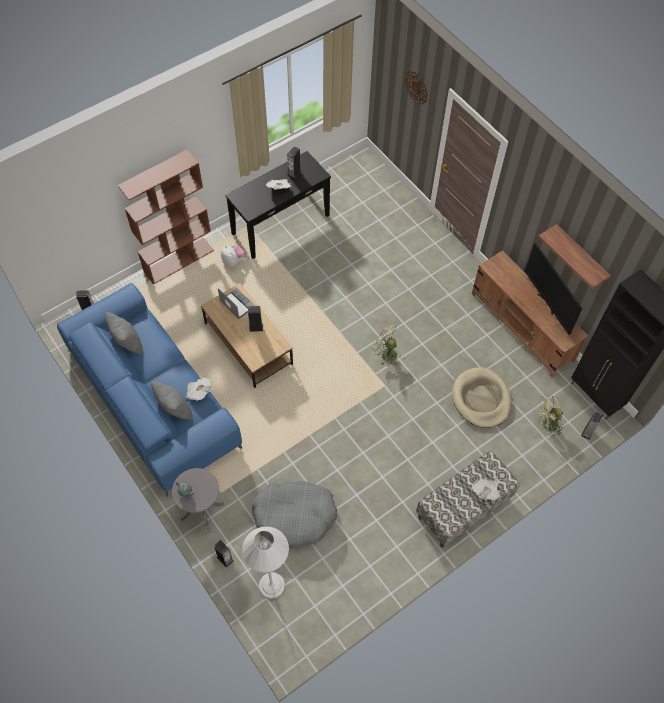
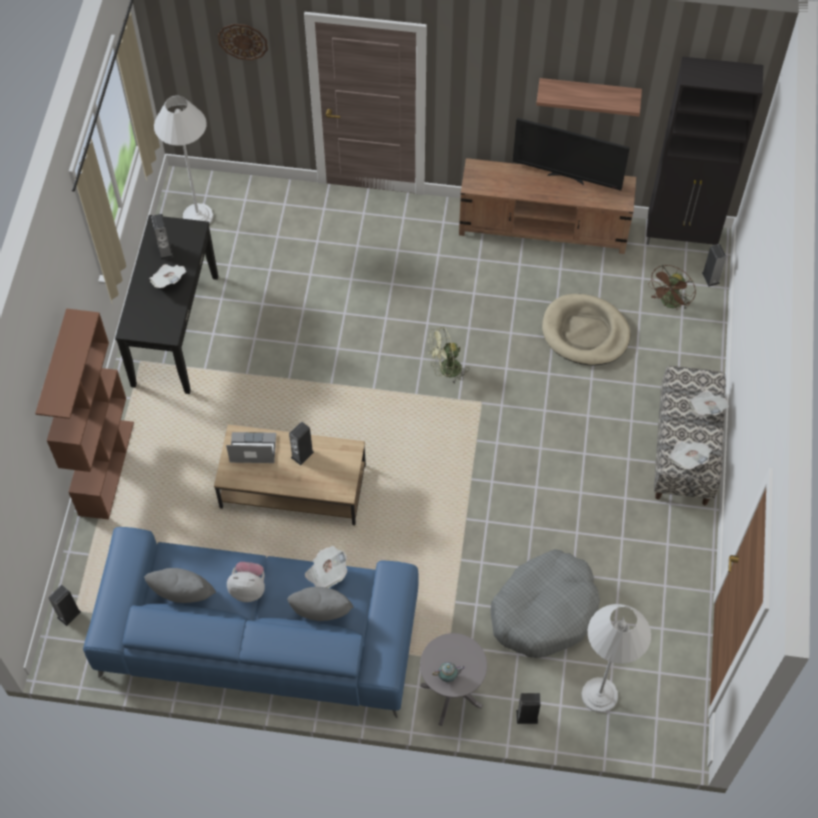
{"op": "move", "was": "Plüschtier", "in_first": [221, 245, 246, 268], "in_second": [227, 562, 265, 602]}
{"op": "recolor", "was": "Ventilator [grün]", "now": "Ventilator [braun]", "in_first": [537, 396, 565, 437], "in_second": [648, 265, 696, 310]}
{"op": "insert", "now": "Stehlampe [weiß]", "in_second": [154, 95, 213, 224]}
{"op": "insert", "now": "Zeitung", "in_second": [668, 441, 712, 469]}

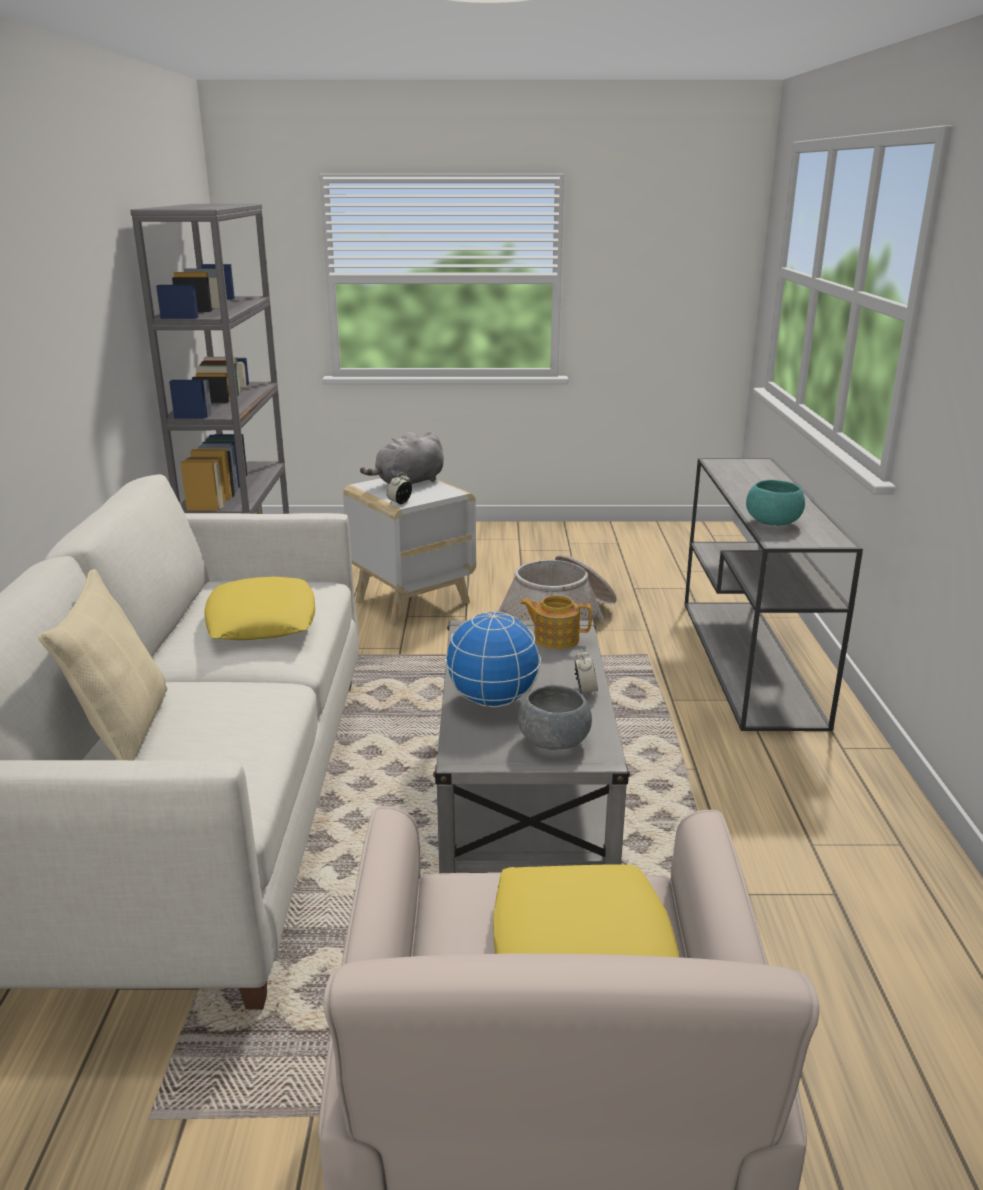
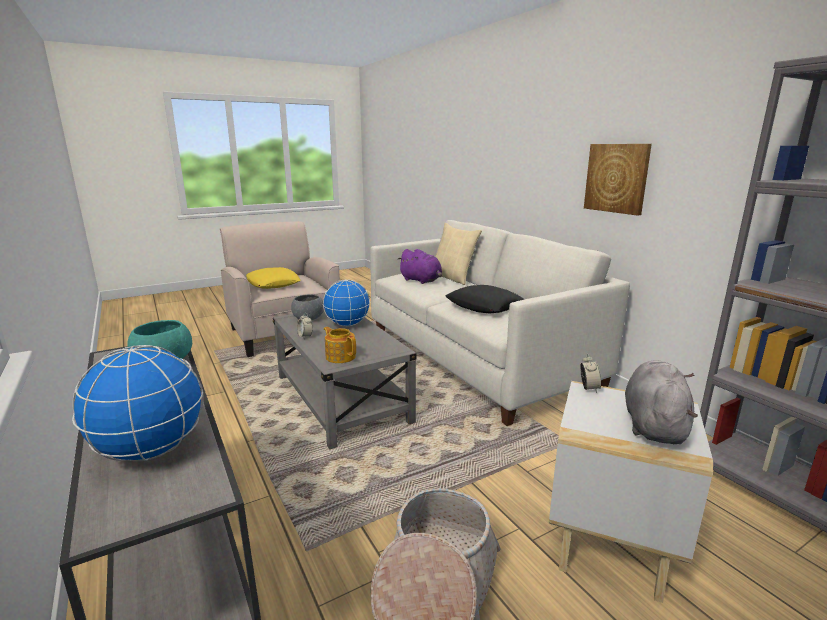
{"op": "recolor", "was": "Kissen [gelb]", "now": "Kissen [schwarz]", "in_first": [205, 577, 315, 640], "in_second": [445, 285, 525, 314]}
{"op": "rotate", "was": "Teekanne", "in_first": [520, 595, 592, 649], "in_second": [324, 327, 356, 363], "clockwise": -120}
{"op": "insert", "now": "Globus", "in_second": [72, 345, 204, 461]}
{"op": "insert", "now": "Plüschtier [lila]", "in_second": [397, 249, 442, 284]}
{"op": "insert", "now": "Bild", "in_second": [584, 144, 652, 216]}

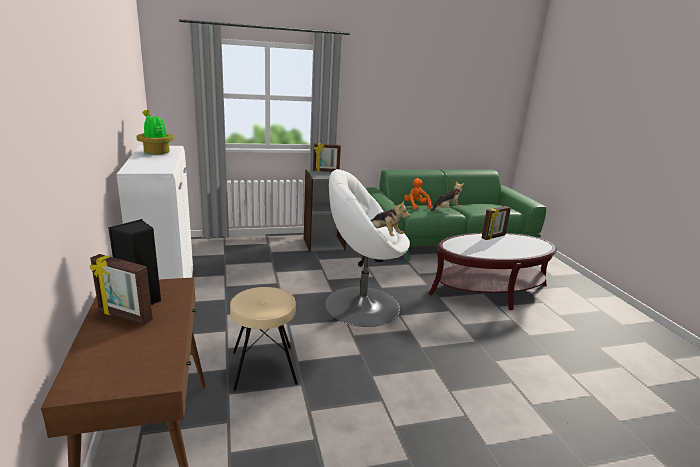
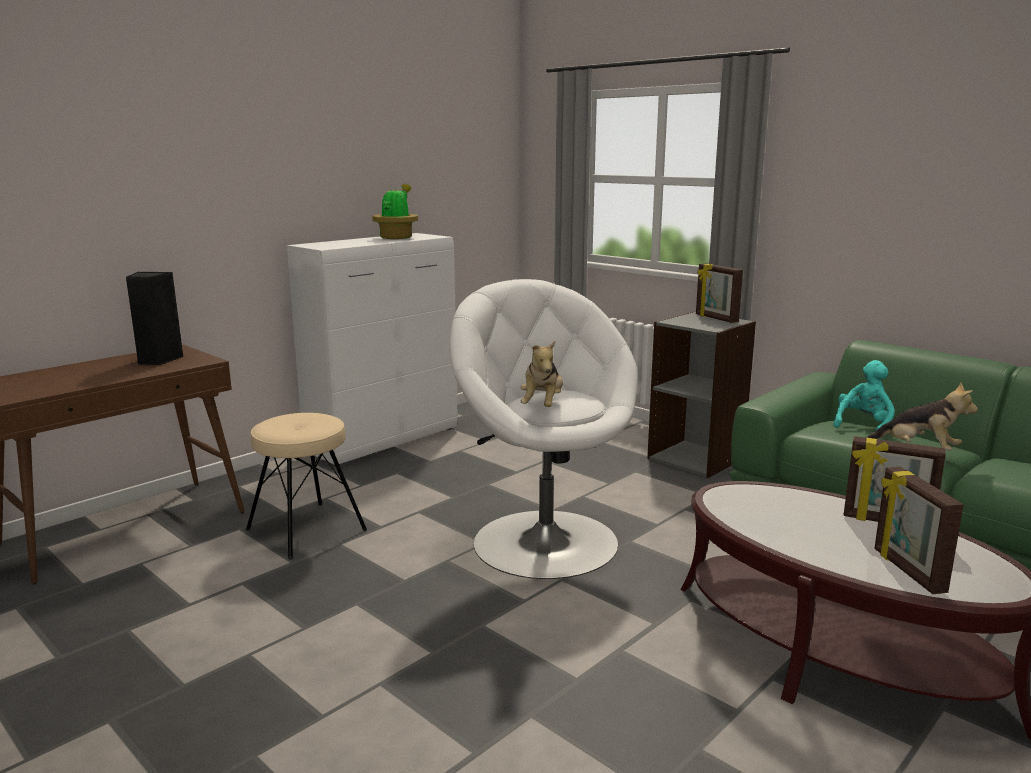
{"op": "move", "was": "Bilderrahmen", "in_first": [90, 254, 153, 325], "in_second": [875, 467, 964, 594]}
{"op": "recolor", "was": "Plüschtier [orange]", "now": "Plüschtier [türkis]", "in_first": [404, 178, 431, 210], "in_second": [833, 360, 895, 431]}

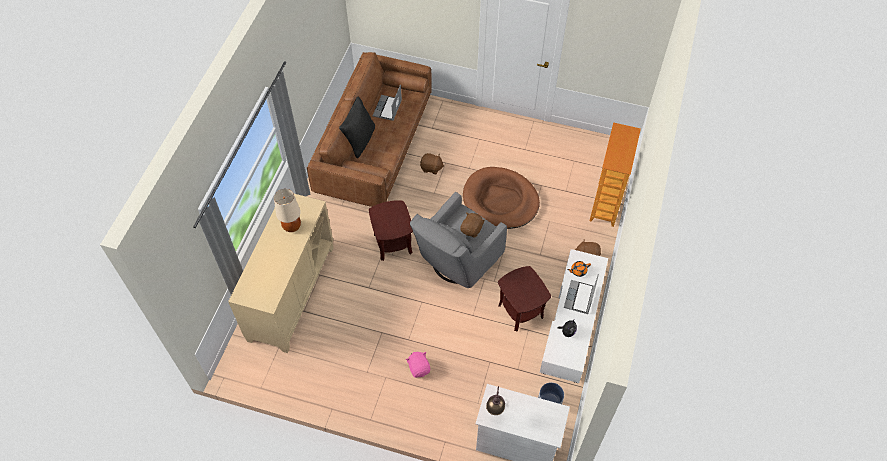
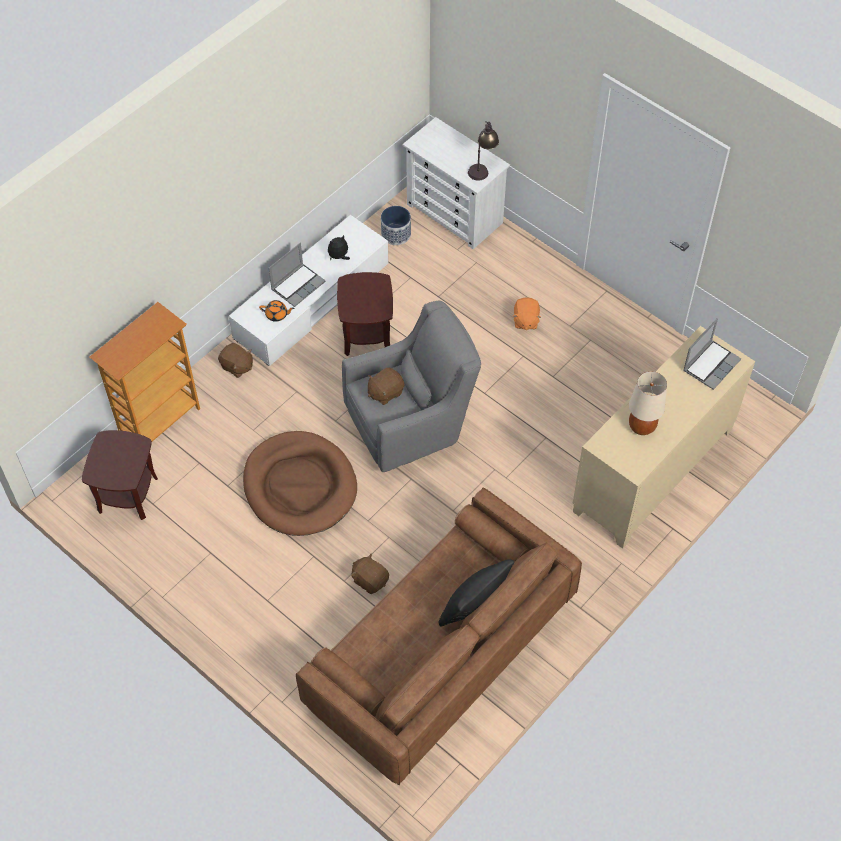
{"op": "move", "was": "Beistelltisch [braun]", "in_first": [369, 200, 413, 261], "in_second": [82, 430, 158, 520]}
{"op": "move", "was": "Laptop", "in_first": [373, 84, 402, 121], "in_second": [683, 318, 741, 390]}
{"op": "recolor", "was": "Plüschtier [rosa]", "now": "Plüschtier [orange]", "in_first": [406, 352, 430, 378], "in_second": [513, 298, 541, 330]}

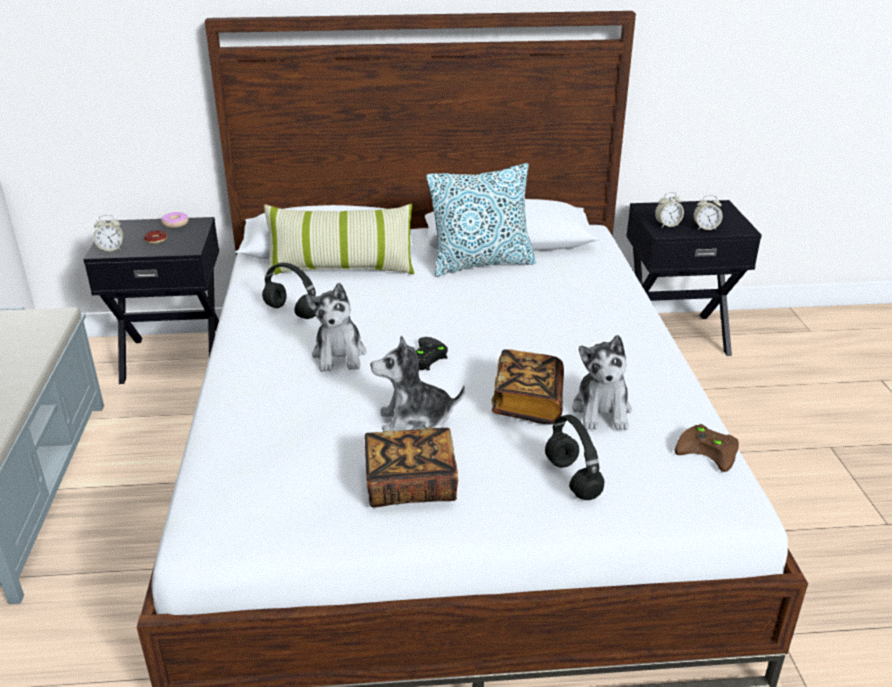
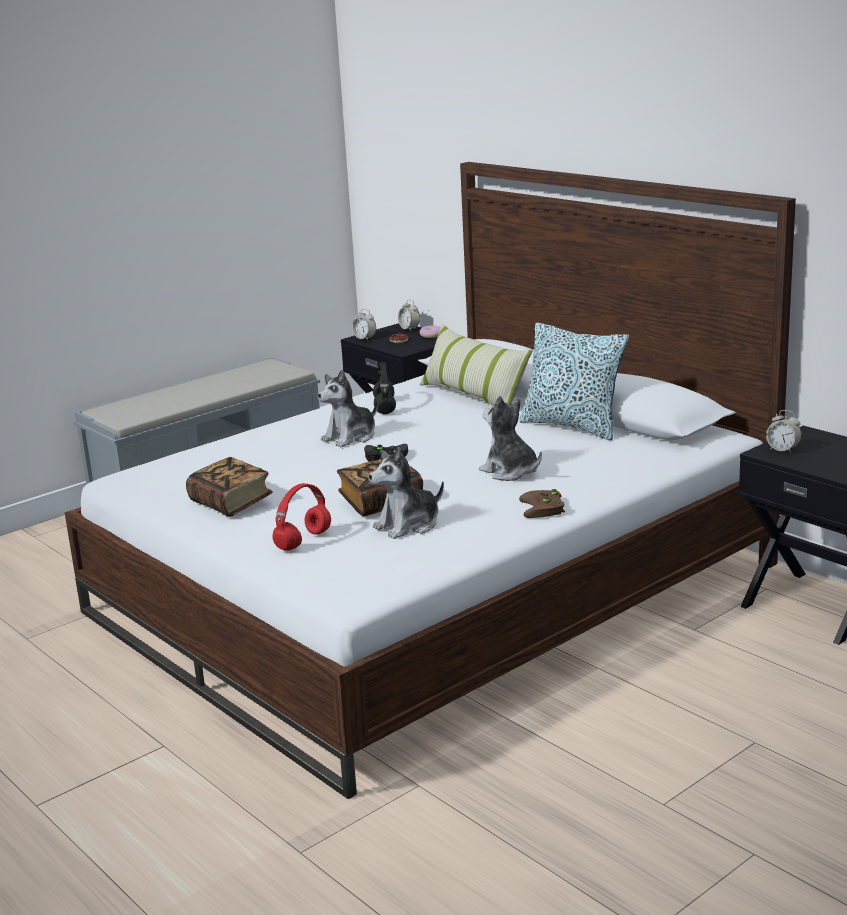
{"op": "move", "was": "Plüschtier", "in_first": [371, 336, 465, 432], "in_second": [479, 396, 542, 481]}
{"op": "recolor", "was": "Kopfhörer [schwarz]", "now": "Kopfhörer [rot]", "in_first": [545, 415, 604, 500], "in_second": [272, 483, 331, 551]}
{"op": "move", "was": "Gamepad [braun]", "in_first": [675, 424, 739, 472], "in_second": [519, 489, 565, 518]}
{"op": "move", "was": "Wecker", "in_first": [694, 195, 723, 230], "in_second": [398, 300, 420, 331]}

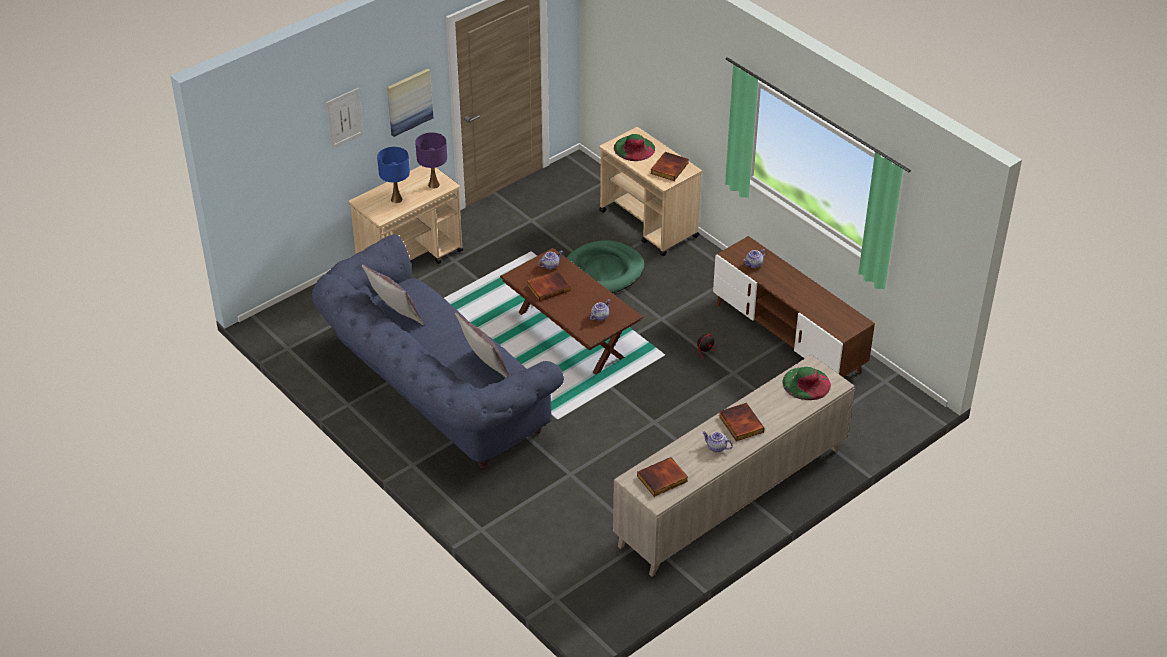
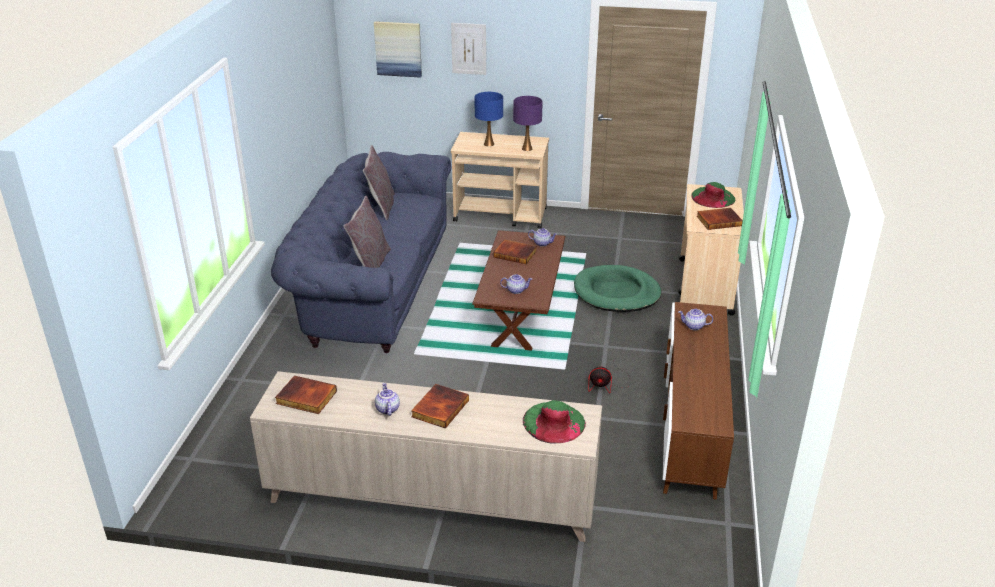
{"op": "move", "was": "Bild", "in_first": [387, 68, 433, 137], "in_second": [374, 21, 422, 78]}

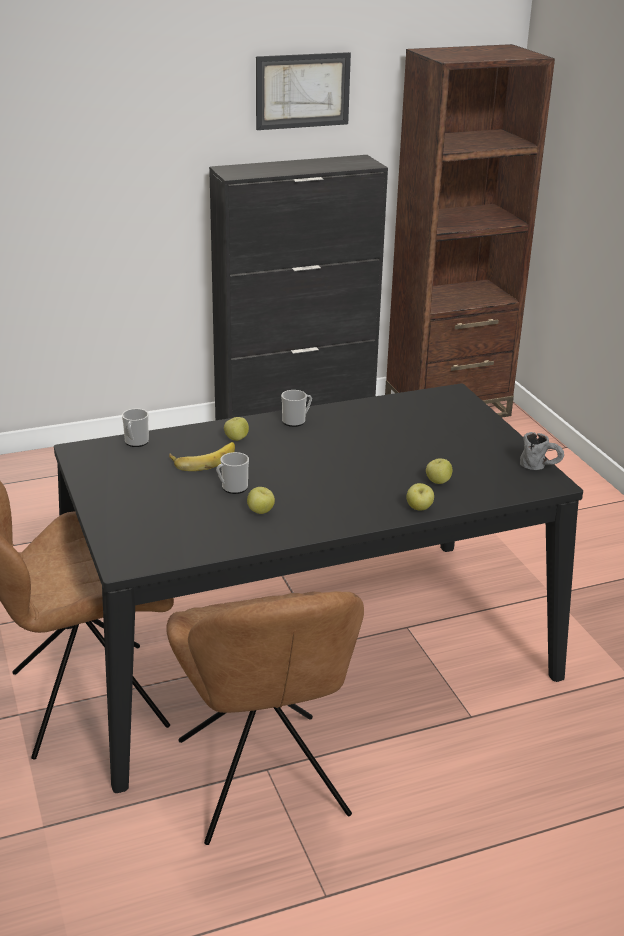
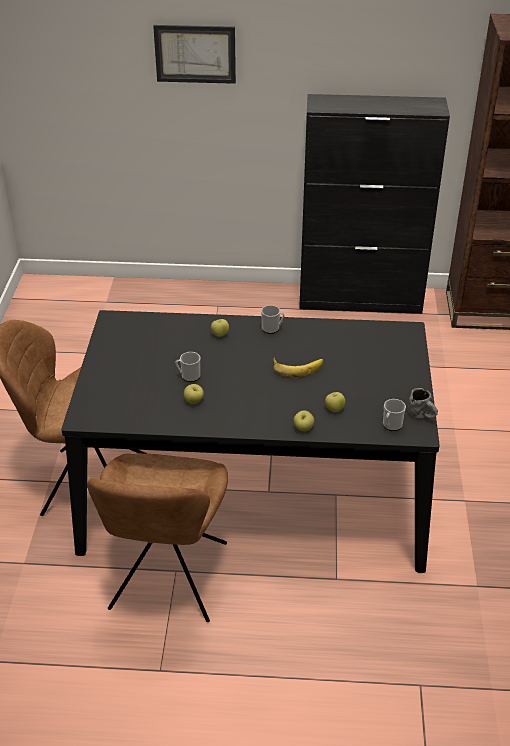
{"op": "move", "was": "Henkelbecher", "in_first": [122, 408, 149, 447], "in_second": [383, 399, 406, 431]}
{"op": "move", "was": "Banane", "in_first": [169, 442, 235, 471], "in_second": [273, 358, 323, 377]}
{"op": "move", "was": "Bild", "in_first": [256, 52, 351, 130], "in_second": [153, 25, 236, 84]}

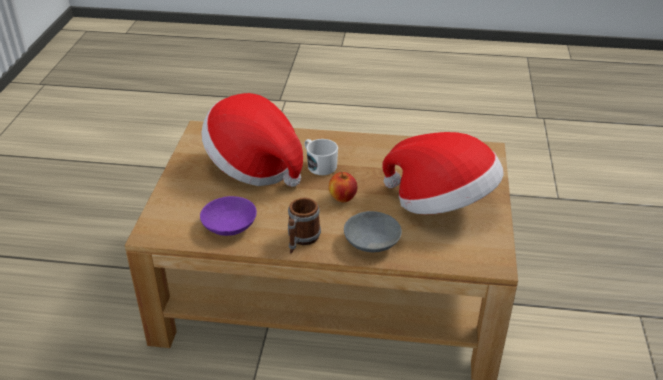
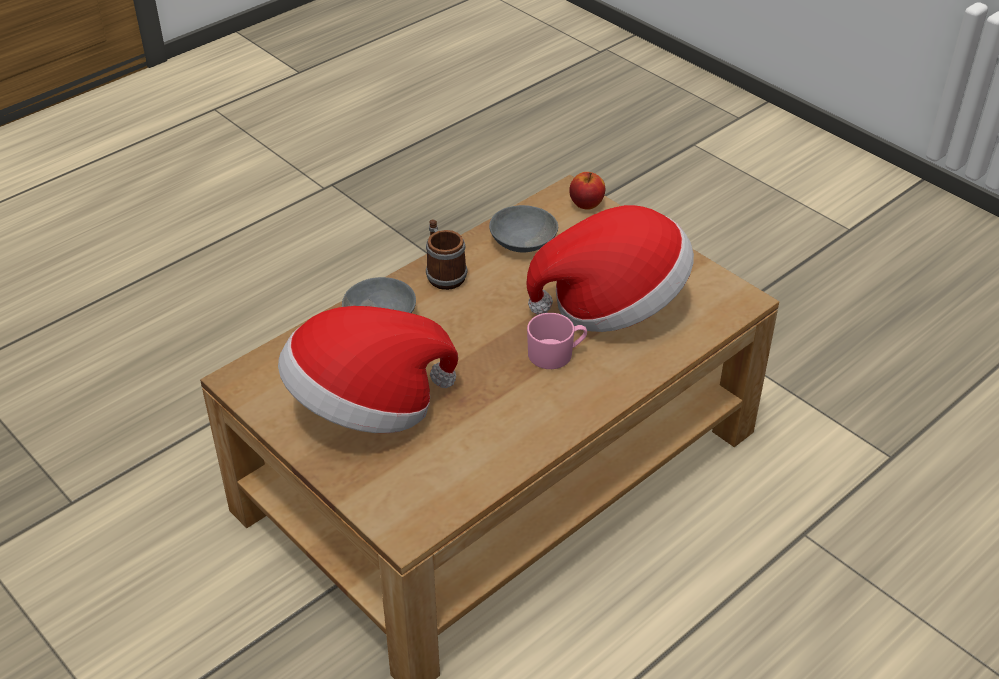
{"op": "recolor", "was": "Schüssel [lila]", "now": "Schüssel [grau]", "in_first": [200, 196, 257, 236], "in_second": [489, 205, 558, 253]}
{"op": "recolor", "was": "Henkelbecher [weiß]", "now": "Henkelbecher [rosa]", "in_first": [305, 139, 338, 175], "in_second": [527, 313, 587, 369]}
{"op": "move", "was": "Apfel", "in_first": [329, 172, 358, 202], "in_second": [569, 172, 605, 210]}

